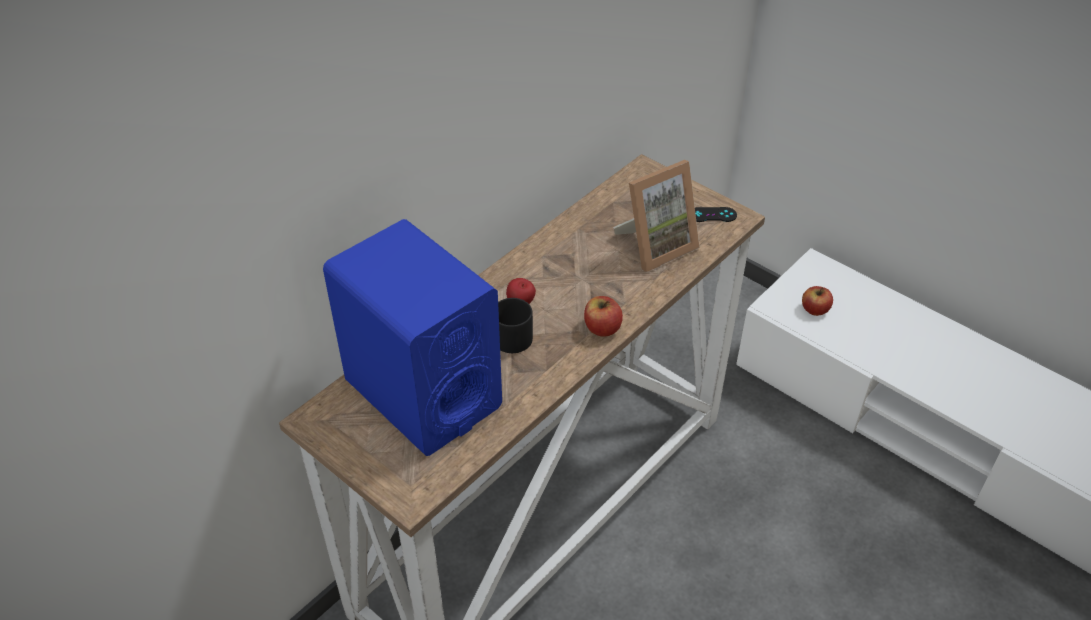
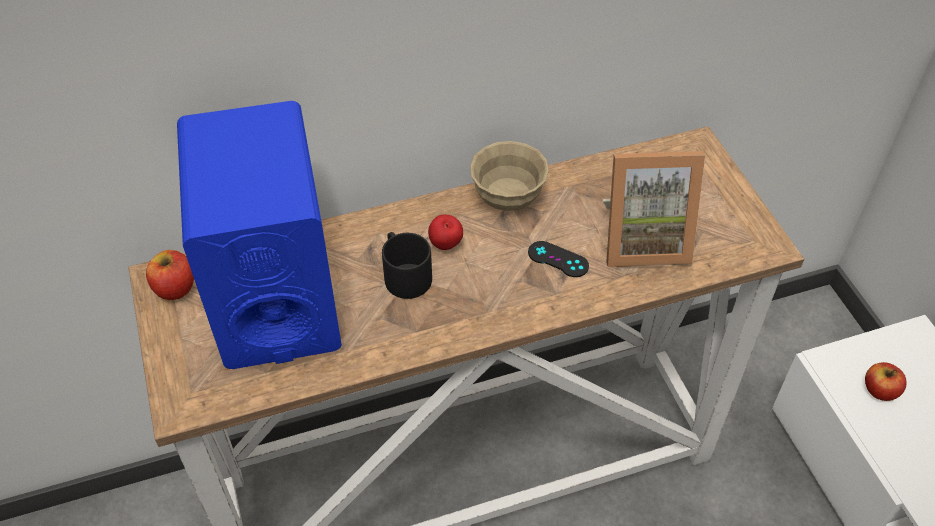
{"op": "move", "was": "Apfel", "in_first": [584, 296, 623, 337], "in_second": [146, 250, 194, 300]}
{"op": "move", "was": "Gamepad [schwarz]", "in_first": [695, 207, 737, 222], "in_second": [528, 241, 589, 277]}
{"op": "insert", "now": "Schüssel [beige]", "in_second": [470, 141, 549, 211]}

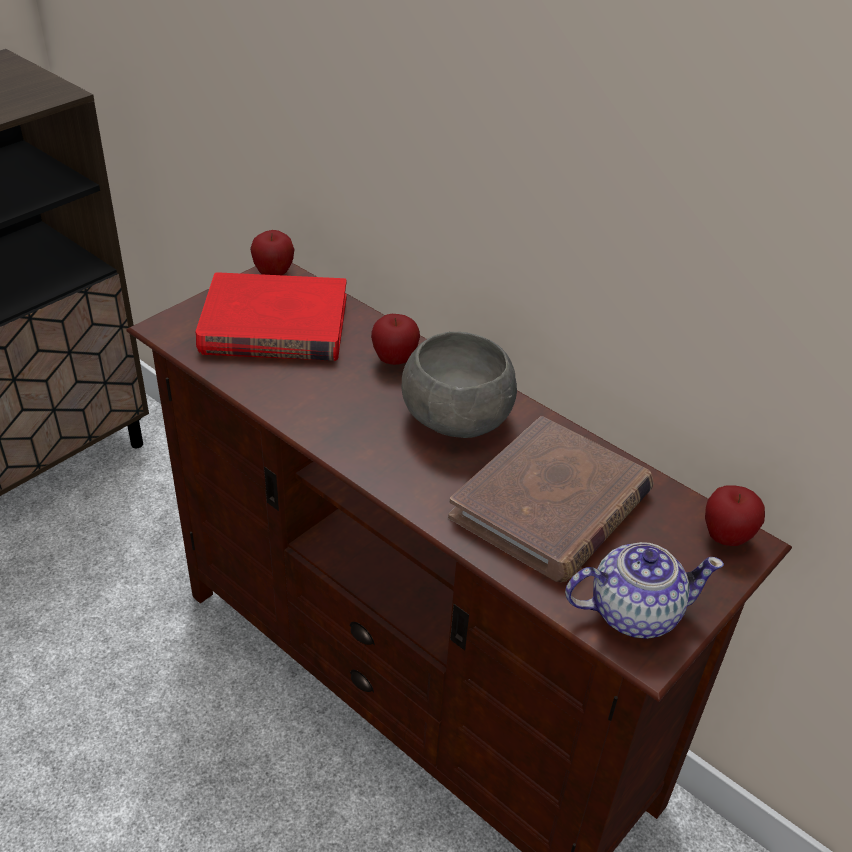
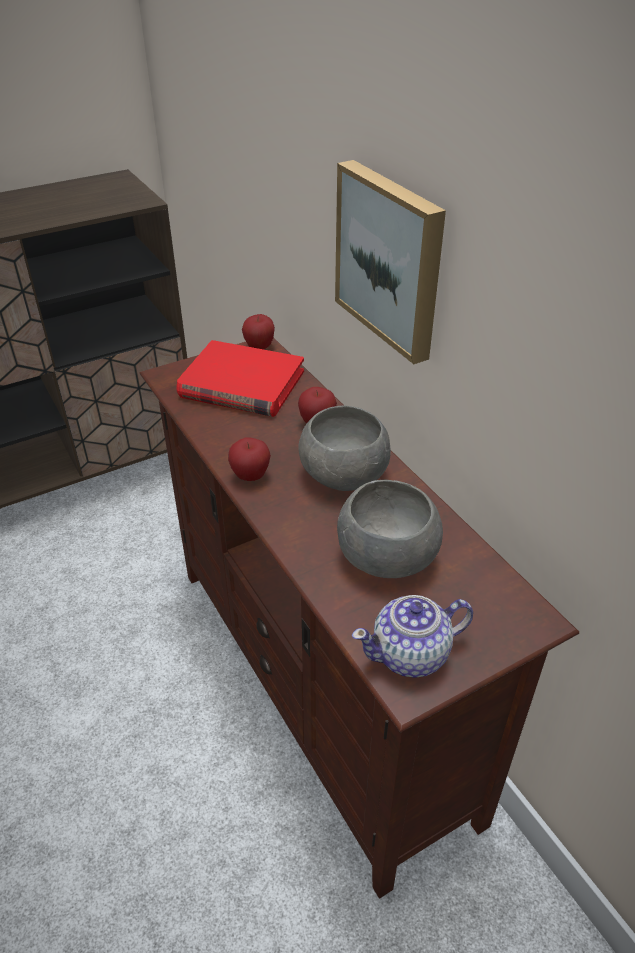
{"op": "replace", "was": "Buch [braun]", "now": "Schüssel [grau]", "in_first": [448, 416, 654, 582], "in_second": [337, 480, 443, 578]}
{"op": "rotate", "was": "Teekanne", "in_first": [565, 542, 724, 639], "in_second": [352, 595, 473, 678], "clockwise": 150}
{"op": "move", "was": "Apfel", "in_first": [705, 485, 765, 546], "in_second": [228, 437, 271, 481]}
{"op": "insert", "now": "Bild", "in_second": [335, 160, 446, 364]}

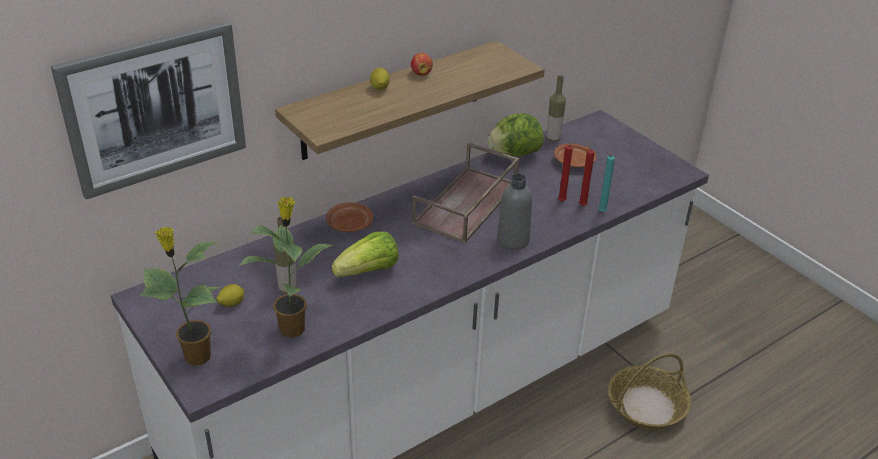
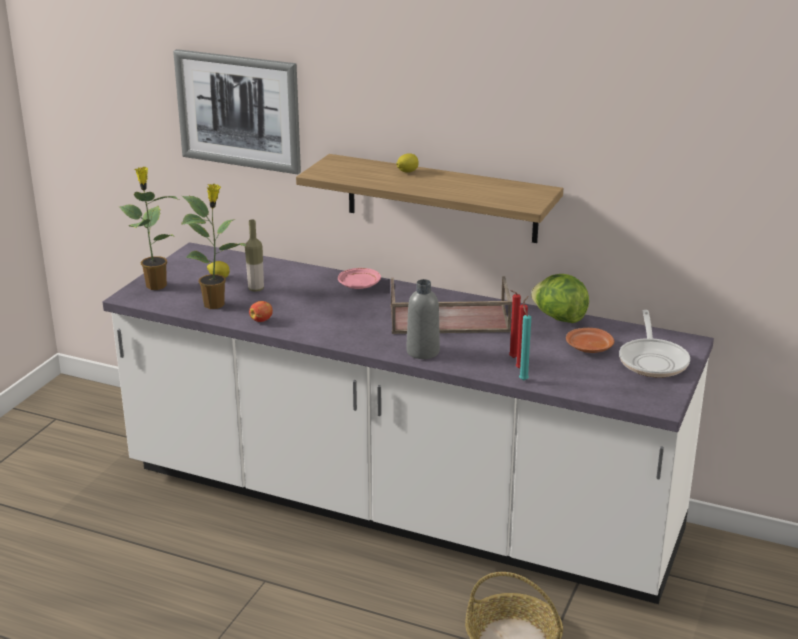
{"op": "recolor", "was": "Teller [braun]", "now": "Teller [rosa]", "in_first": [326, 202, 373, 232], "in_second": [338, 268, 381, 289]}
{"op": "delete", "was": "Salatkopf", "in_first": [332, 231, 399, 277]}
{"op": "move", "was": "Apfel", "in_first": [411, 53, 433, 76], "in_second": [249, 301, 273, 322]}
{"op": "delete", "was": "Flasche", "in_first": [546, 76, 566, 142]}
{"op": "insert", "now": "Pfanne", "in_second": [619, 310, 690, 378]}

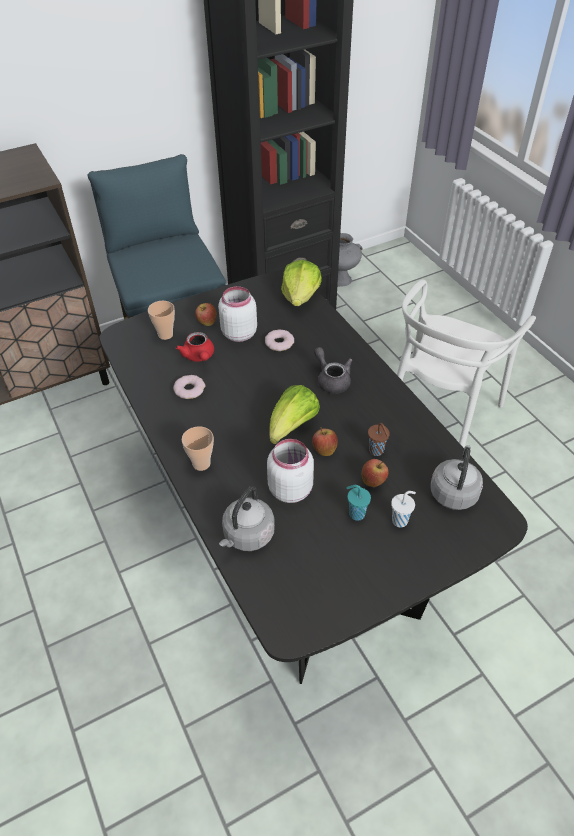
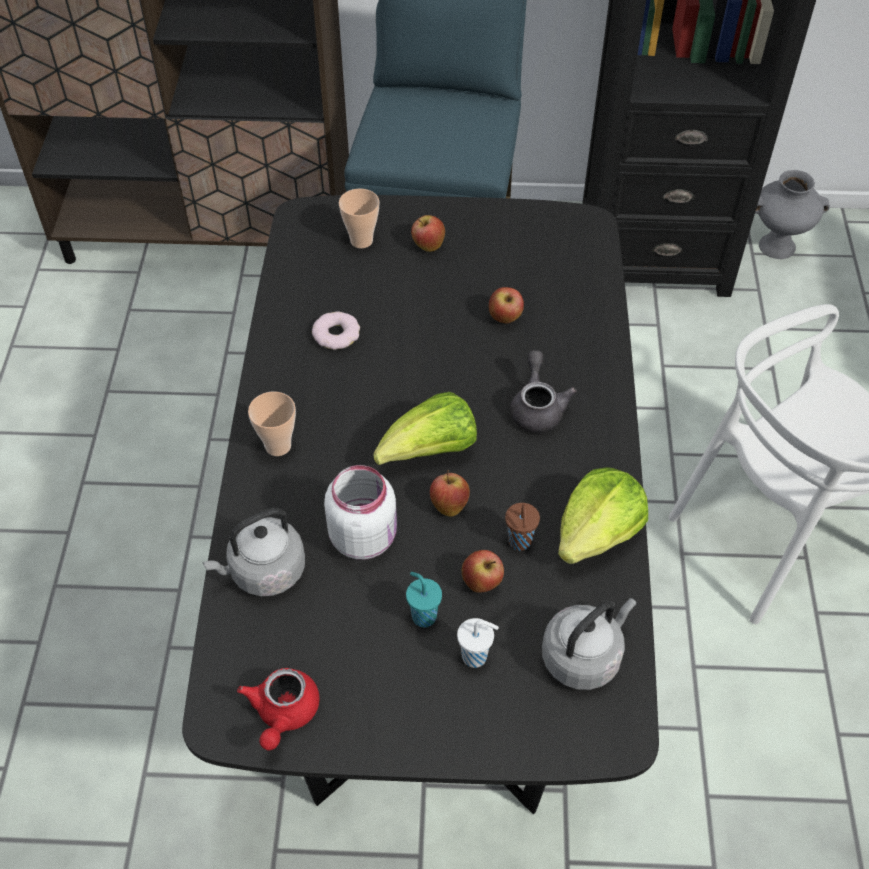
{"op": "move", "was": "Teekanne [rot]", "in_first": [176, 332, 214, 362], "in_second": [237, 668, 320, 750]}
{"op": "delete", "was": "Vorratsglas [weiß]", "in_first": [218, 286, 257, 342]}
{"op": "replace", "was": "Donut", "now": "Apfel", "in_first": [265, 329, 294, 351], "in_second": [489, 287, 524, 324]}
{"op": "move", "was": "Salatkopf", "in_first": [281, 260, 322, 306], "in_second": [558, 467, 648, 564]}

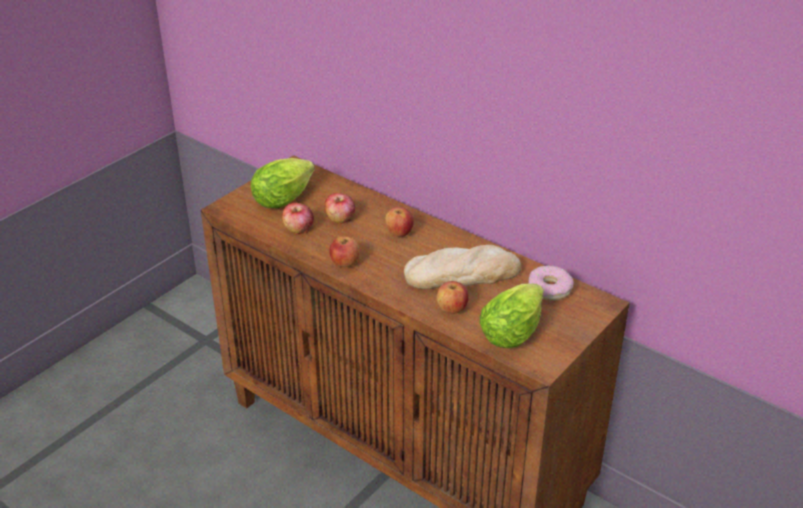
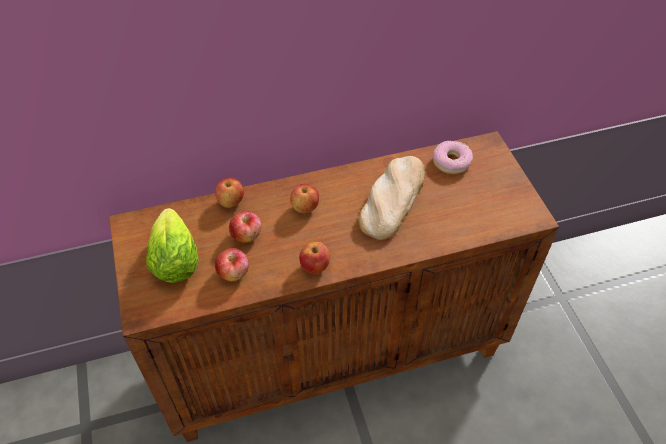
{"op": "move", "was": "Apfel", "in_first": [436, 281, 468, 314], "in_second": [215, 178, 244, 208]}
{"op": "delete", "was": "Salatkopf", "in_first": [480, 284, 544, 348]}

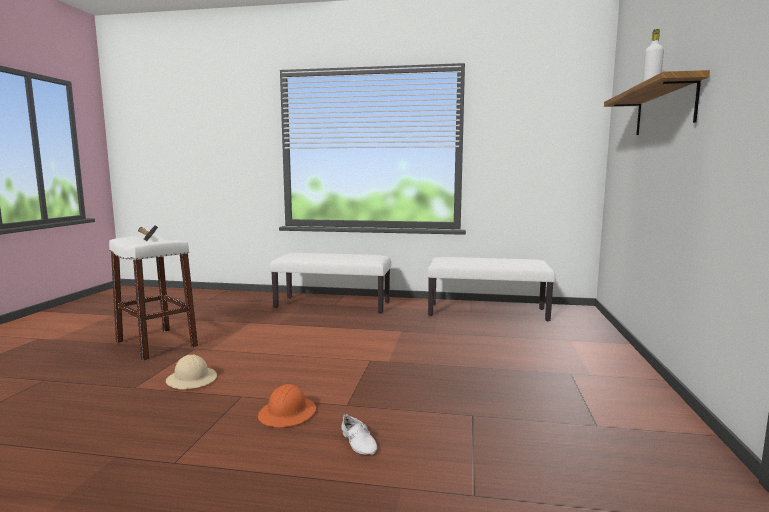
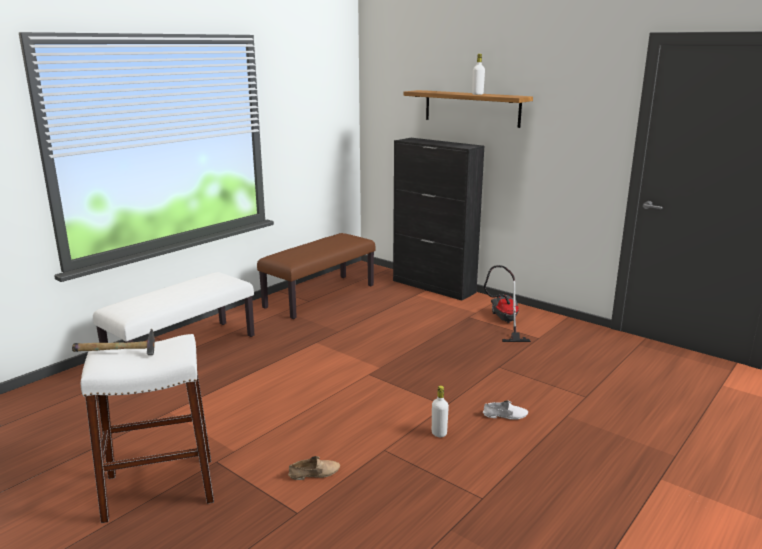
{"op": "replace", "was": "Schutzhelm [beige]", "now": "Schuh [beige]", "in_first": [166, 354, 217, 389], "in_second": [288, 456, 340, 480]}
{"op": "replace", "was": "Schutzhelm [orange]", "now": "Flasche [weiß]", "in_first": [258, 384, 316, 427], "in_second": [432, 385, 449, 437]}
{"op": "recolor", "was": "Bank [weiß]", "now": "Bank [braun]", "in_first": [427, 257, 555, 321], "in_second": [257, 233, 376, 319]}
{"op": "insert", "now": "Schrank [schwarz]", "in_second": [393, 138, 484, 301]}
{"op": "insert", "now": "Staubsauger", "in_second": [484, 265, 531, 342]}

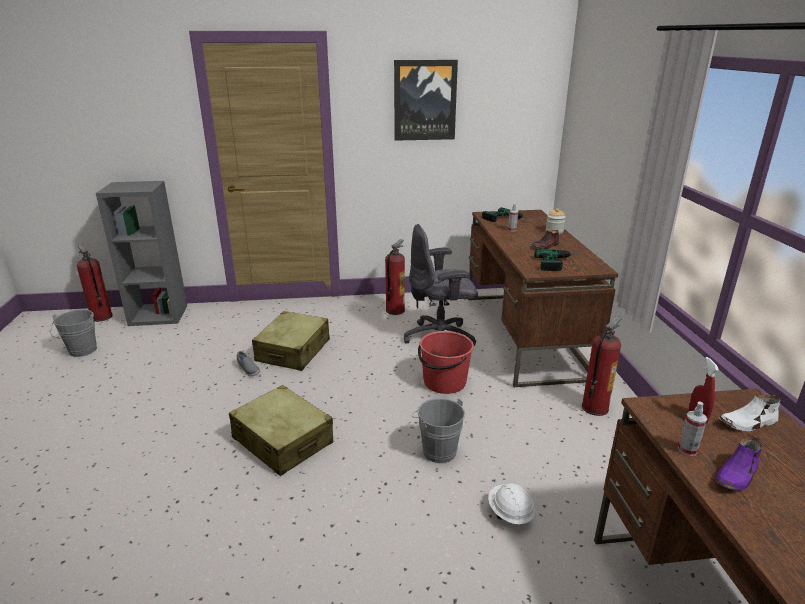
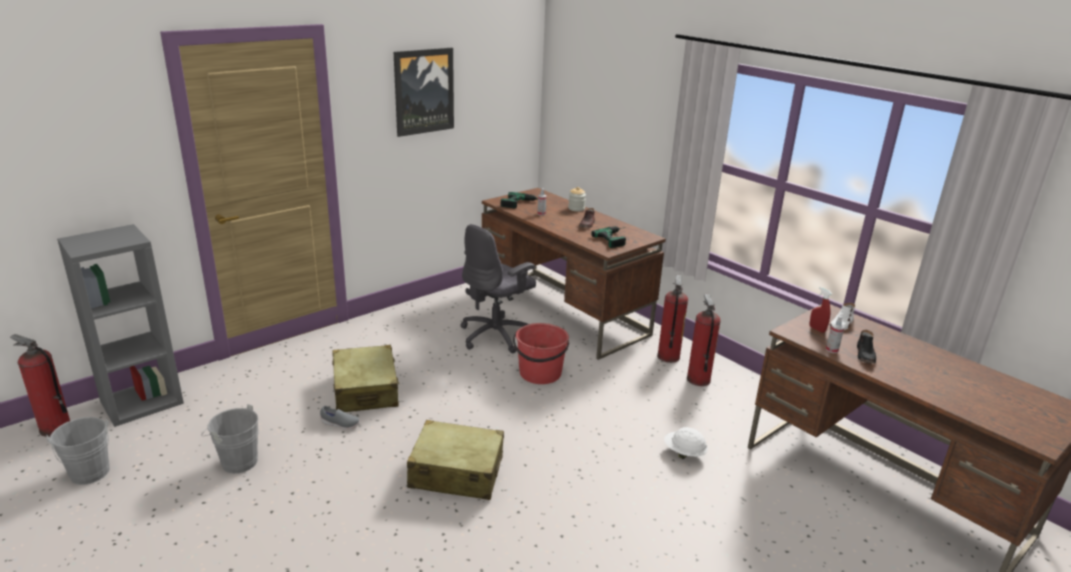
{"op": "move", "was": "Feuerlöscher", "in_first": [385, 239, 405, 315], "in_second": [687, 294, 721, 386]}
{"op": "move", "was": "Eimer [grau]", "in_first": [411, 398, 465, 464], "in_second": [201, 404, 258, 474]}
{"op": "recolor", "was": "Schuh [lila]", "now": "Schuh [schwarz]", "in_first": [715, 437, 763, 491], "in_second": [857, 330, 876, 363]}

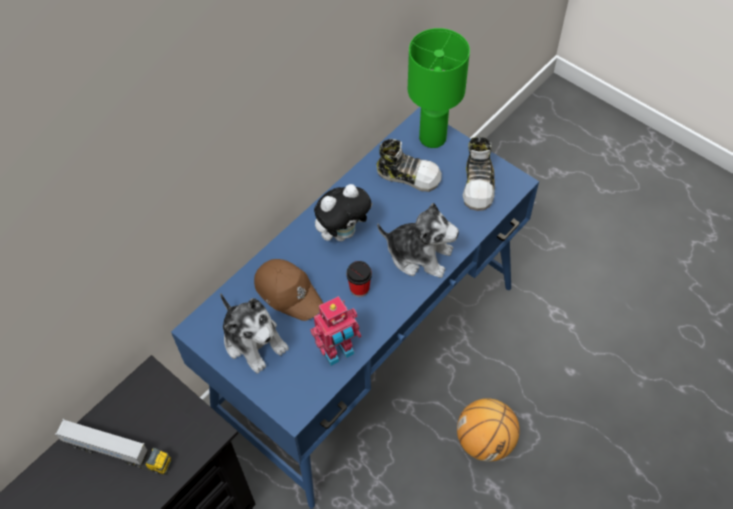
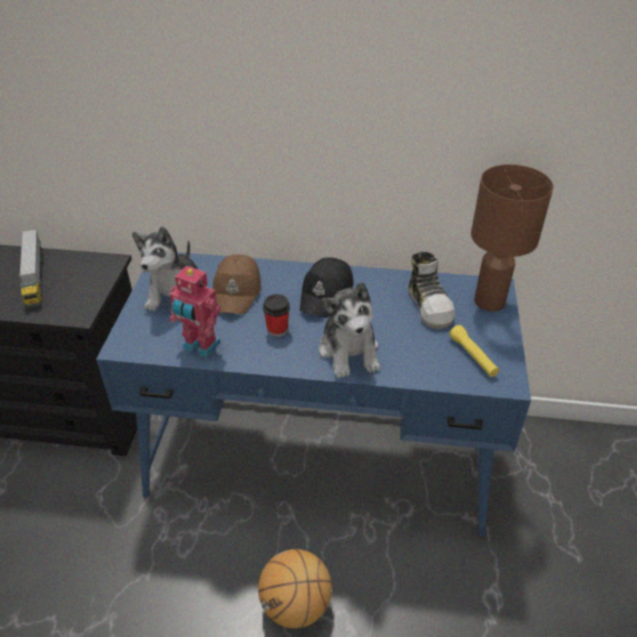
{"op": "replace", "was": "Plüschtier", "now": "Kappe [schwarz]", "in_first": [314, 184, 373, 241], "in_second": [300, 257, 353, 318]}
{"op": "recolor", "was": "Tischlampe [grün]", "now": "Tischlampe [braun]", "in_first": [408, 28, 470, 148], "in_second": [471, 164, 553, 311]}
{"op": "replace", "was": "Schuh", "now": "Taschenlampe [gelb]", "in_first": [463, 137, 495, 211], "in_second": [449, 325, 499, 377]}

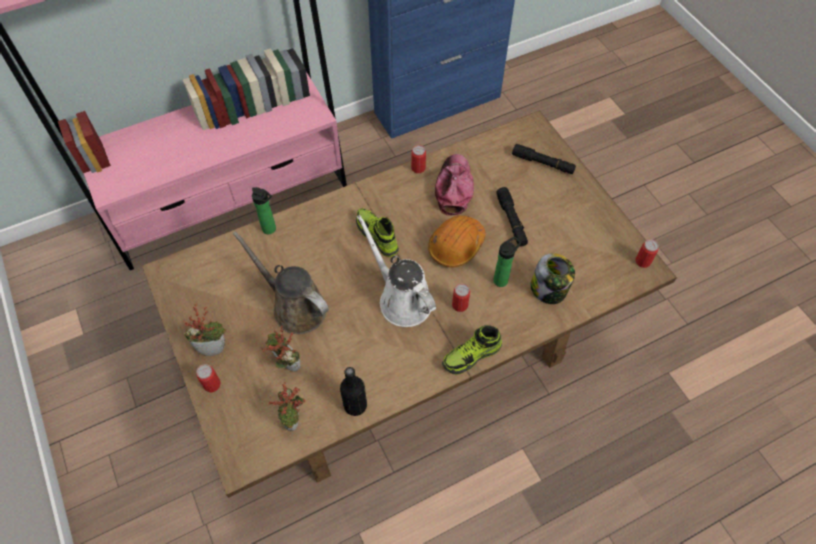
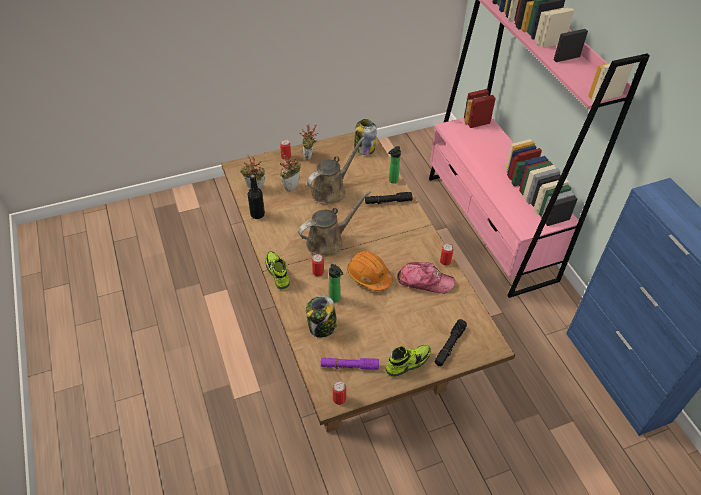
{"op": "move", "was": "Schuh", "in_first": [356, 208, 399, 257], "in_second": [385, 345, 431, 377]}
{"op": "recolor", "was": "Gießkanne [weiß]", "now": "Gießkanne [braun]", "in_first": [357, 215, 436, 327], "in_second": [298, 191, 371, 256]}
{"op": "move", "was": "Taschenlampe [schwarz]", "in_first": [496, 187, 528, 247], "in_second": [365, 192, 412, 204]}
{"op": "insert", "now": "Taschenlampe [lila]", "in_second": [320, 358, 379, 370]}
{"op": "insert", "now": "Vorratsglas", "in_second": [354, 119, 377, 155]}

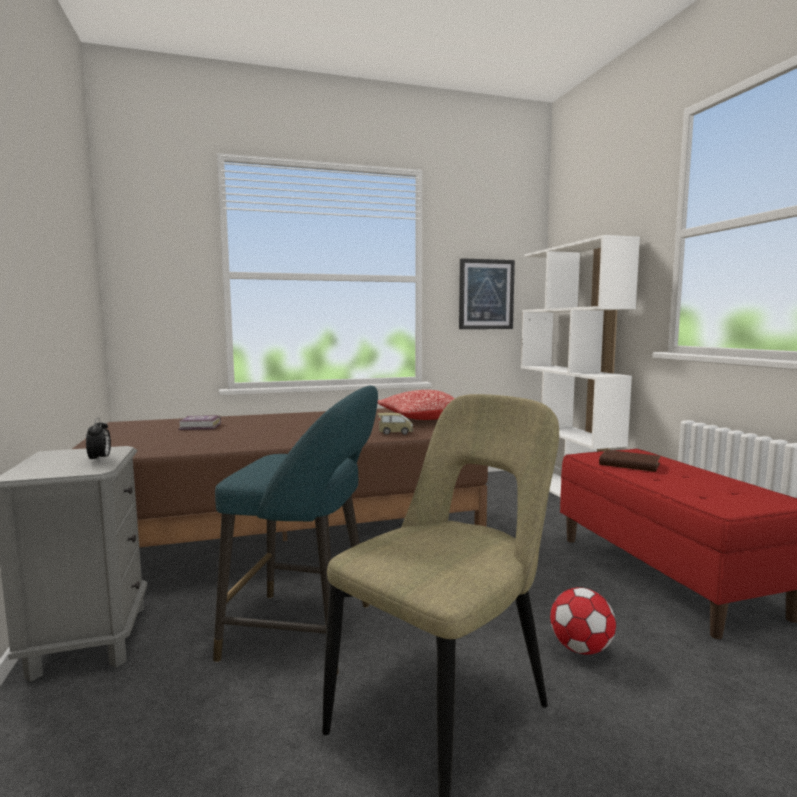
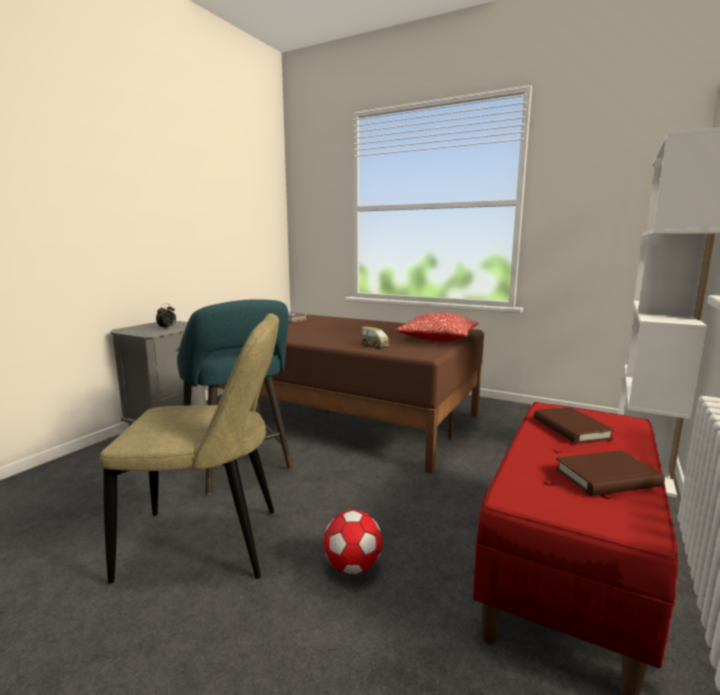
{"op": "delete", "was": "Bild", "in_first": [459, 258, 515, 329]}
{"op": "insert", "now": "Buch [braun]", "in_second": [555, 451, 665, 496]}

